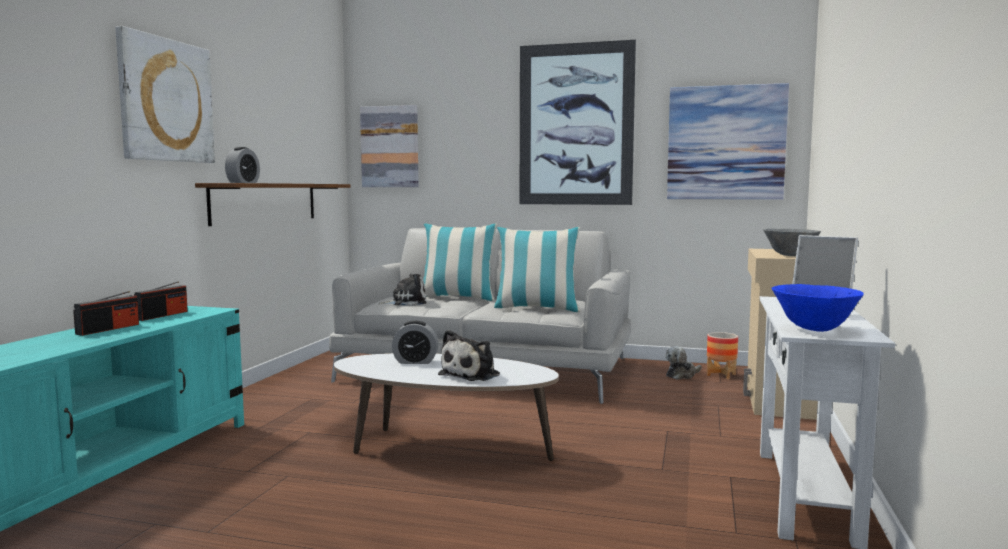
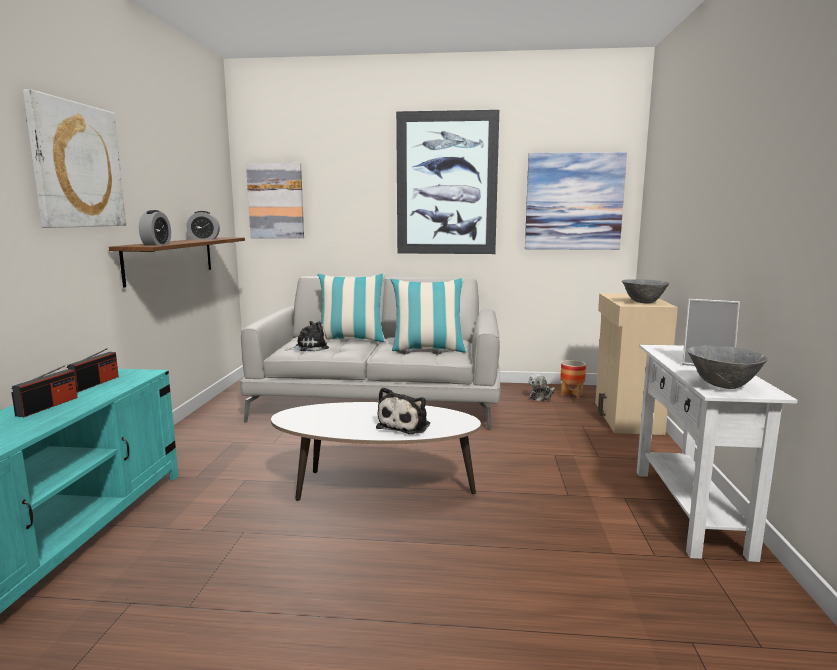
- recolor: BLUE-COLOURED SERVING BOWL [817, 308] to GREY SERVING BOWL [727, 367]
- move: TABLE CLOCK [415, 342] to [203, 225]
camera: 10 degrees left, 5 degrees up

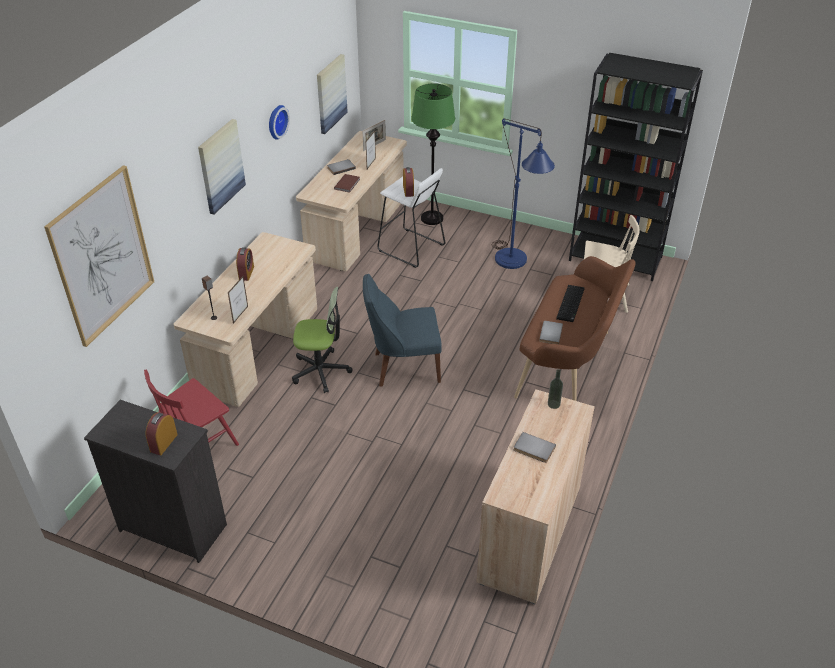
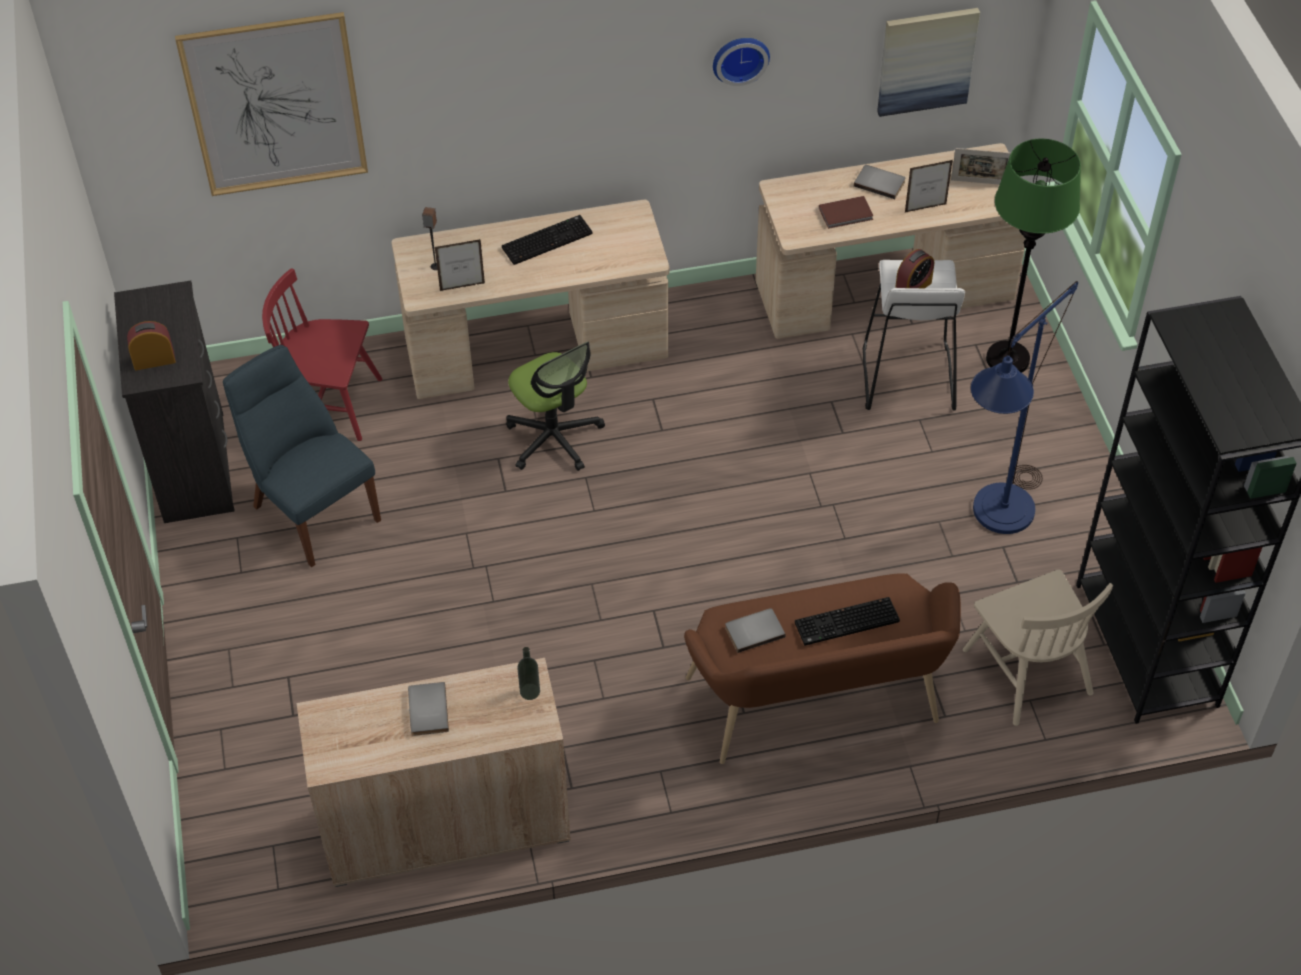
- delete: WALL PICTURE [222, 167]
- replace: TABLE CLOCK [245, 264] to KEYBOARD [547, 240]
- move: BLUE-COLOURED PLAIN CHAIR [402, 330] to [302, 456]
camera: 55 degrees right, 10 degrees up

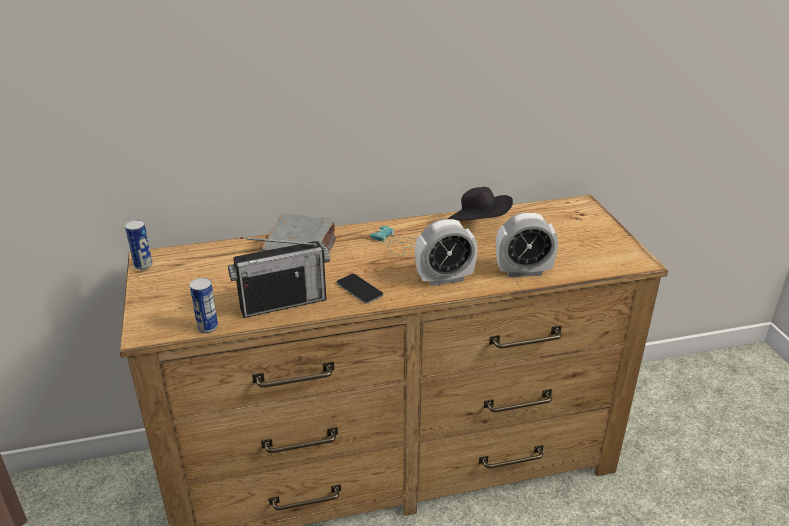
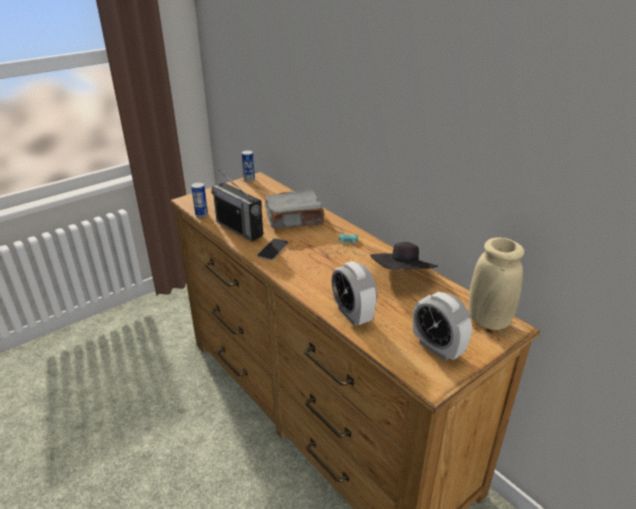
- move: TABLE CLOCK [446, 252] to [442, 326]
- insert: SAND-COLOURED FLOWER VASE [496, 283]
camera: 65 degrees right, 0 degrees up

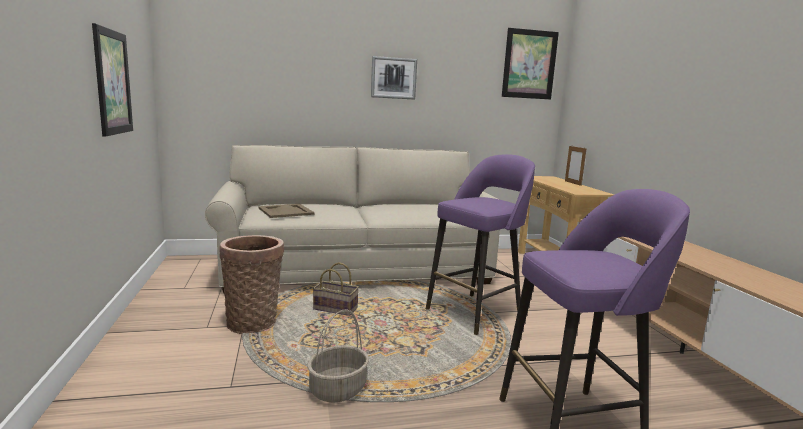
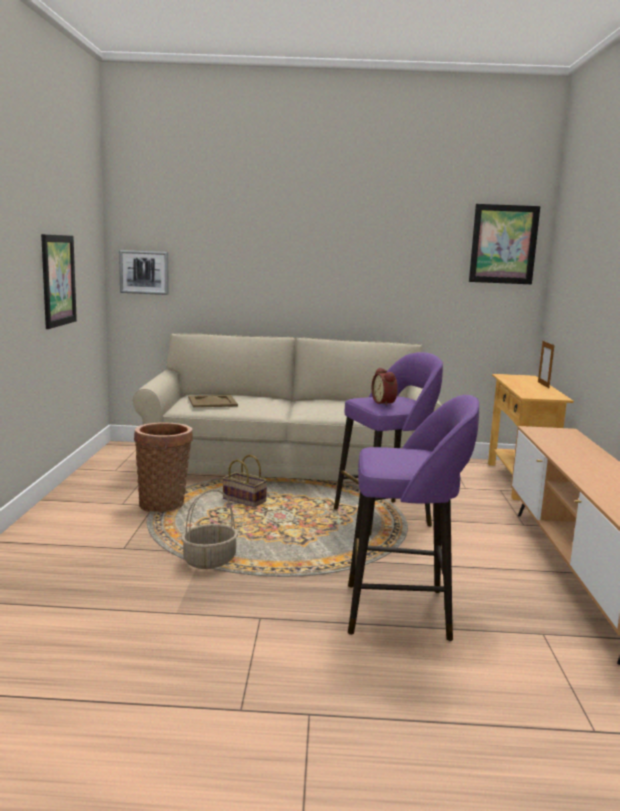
- move: WALL PICTURE [394, 78] to [144, 272]
- insert: TABLE CLOCK [385, 387]
camera: 15 degrees right, 0 degrees up

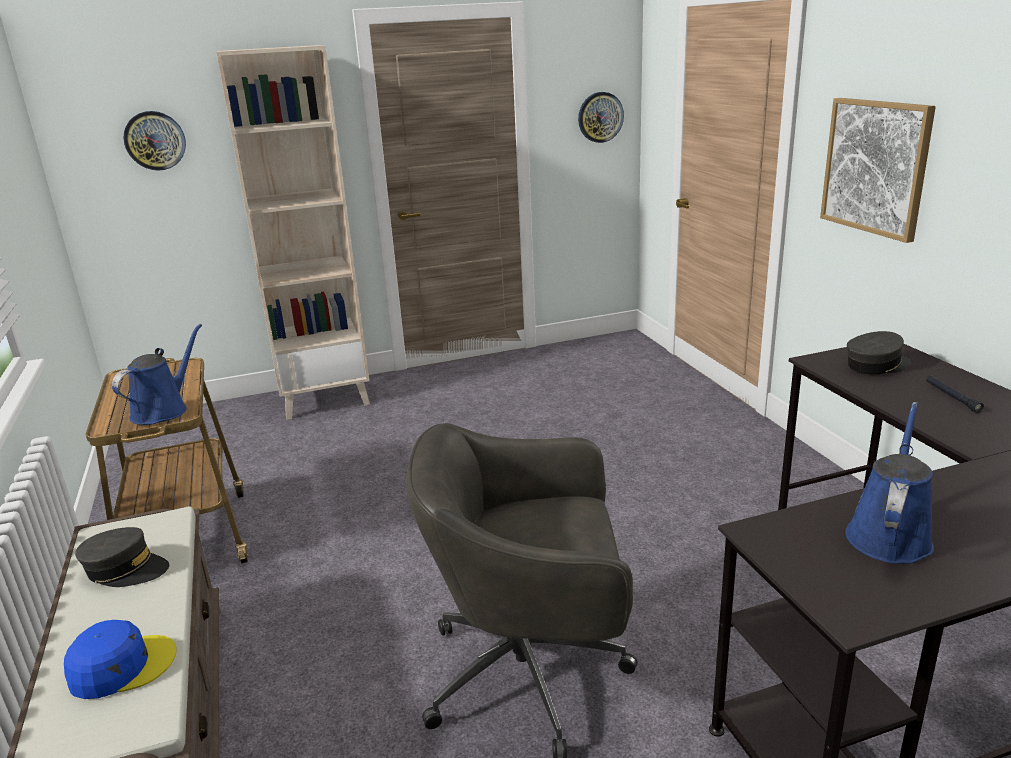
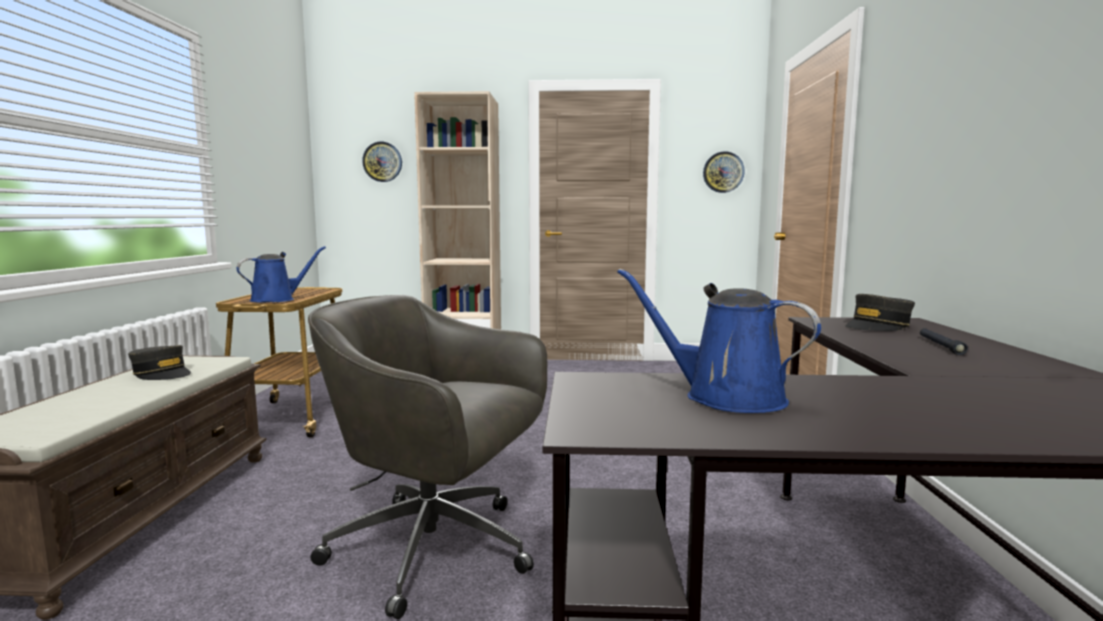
- delete: WALL PICTURE [878, 170]
- rotate: GREY BASEBALL CAP [879, 352] = [880, 312] 150 degrees clockwise
- rotate: BLUE-COLOURED SPRINKLING CAN [889, 483] = [719, 341] 105 degrees counterclockwise
- delete: BLUE-COLOURED BASEBALL CAP [120, 659]
camera: 20 degrees right, 15 degrees down

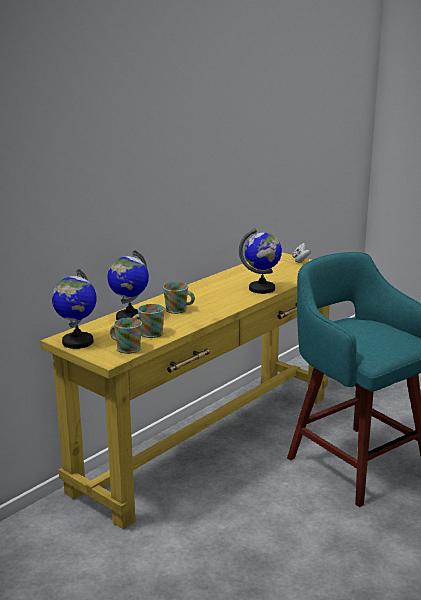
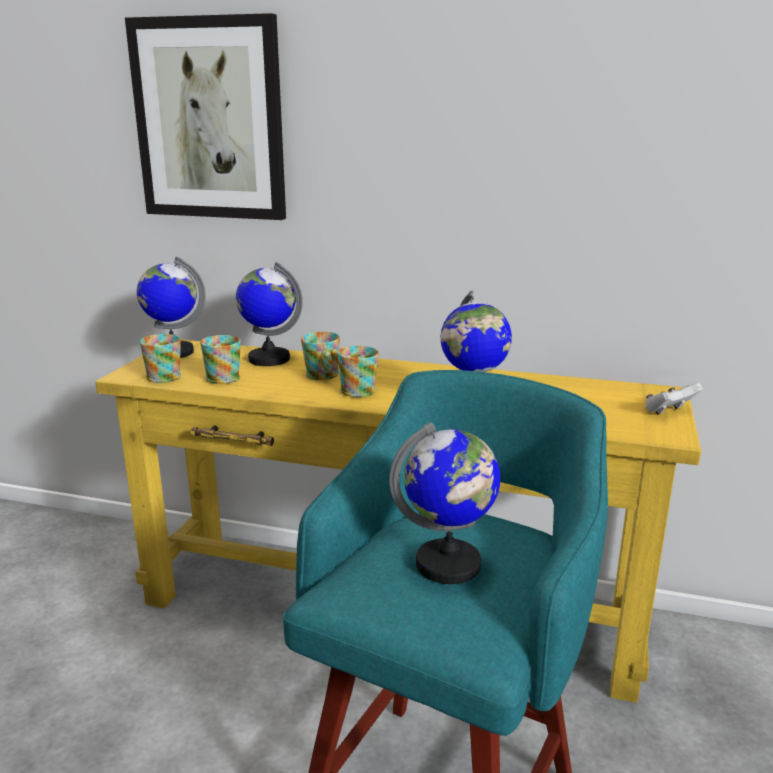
- insert: WALL PICTURE [205, 116]
- insert: TEA MUG [358, 371]
- insert: GLOBE [444, 503]
camera: 65 degrees right, 0 degrees up

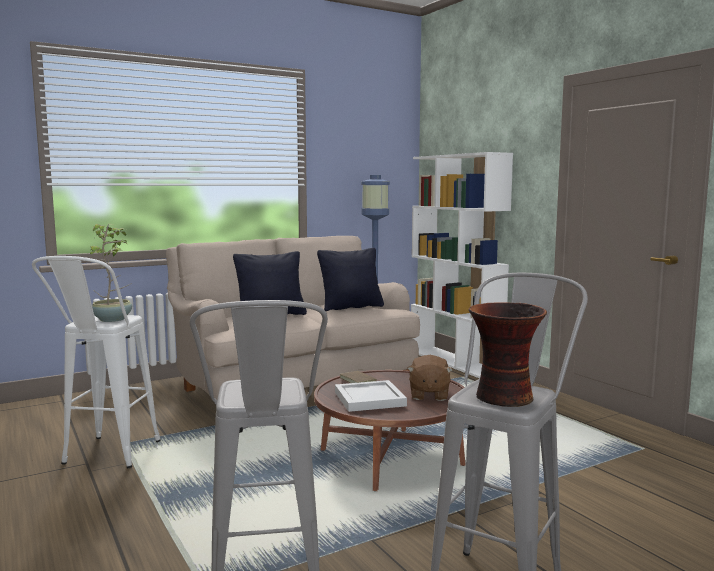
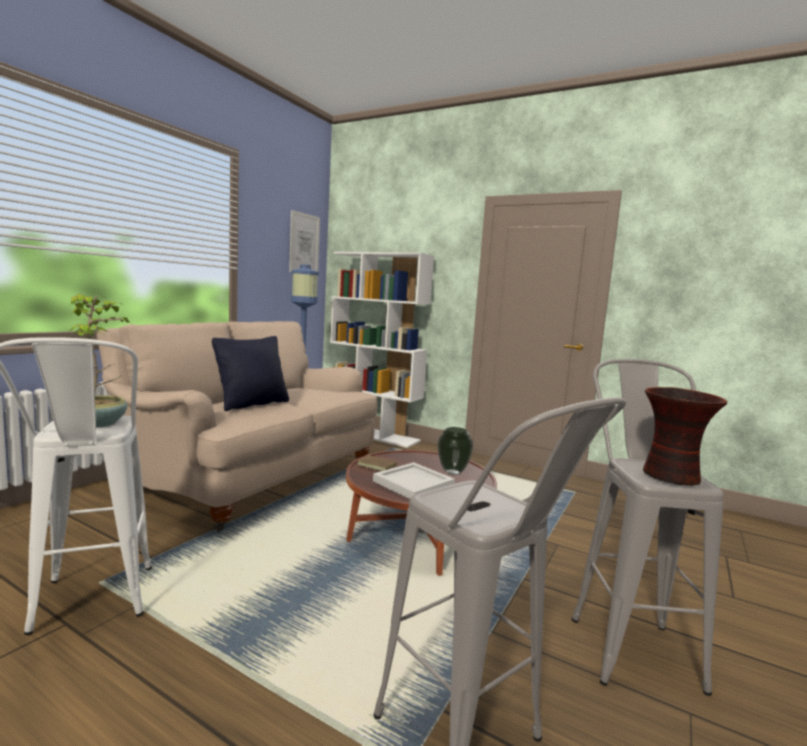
- delete: BLACK THROW PILLOW [350, 279]
- replace: BROWNISH PLUSH TOY [430, 378] to FLOWER VASE [455, 451]
- insert: WALL PICTURE [304, 241]
camera: 30 degrees left, 0 degrees up

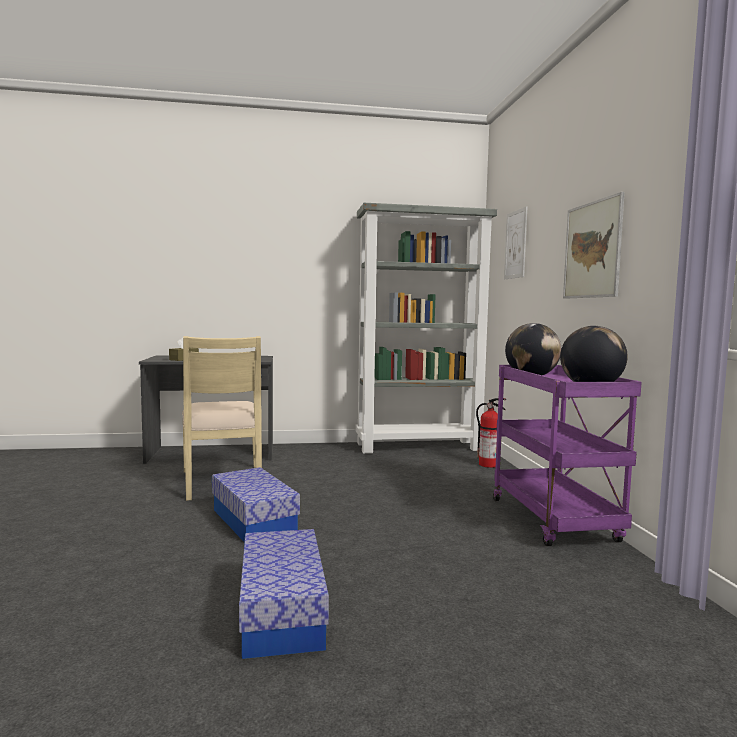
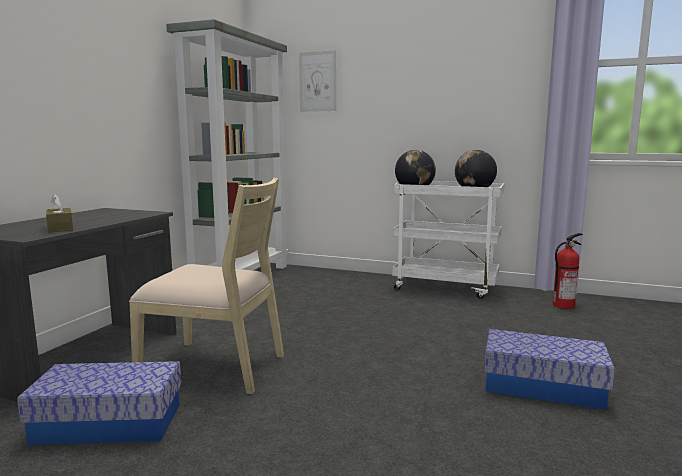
- delete: WALL PICTURE [594, 245]
- recolor: PURPLE-COLOURED CART [567, 455] to WHITE-COLOURED CART [448, 240]
- move: FIRE EXTINGUISHER [491, 433] to [568, 271]
- move: STORAGE BOX [256, 504] to [99, 403]
camera: 60 degrees left, 5 degrees up

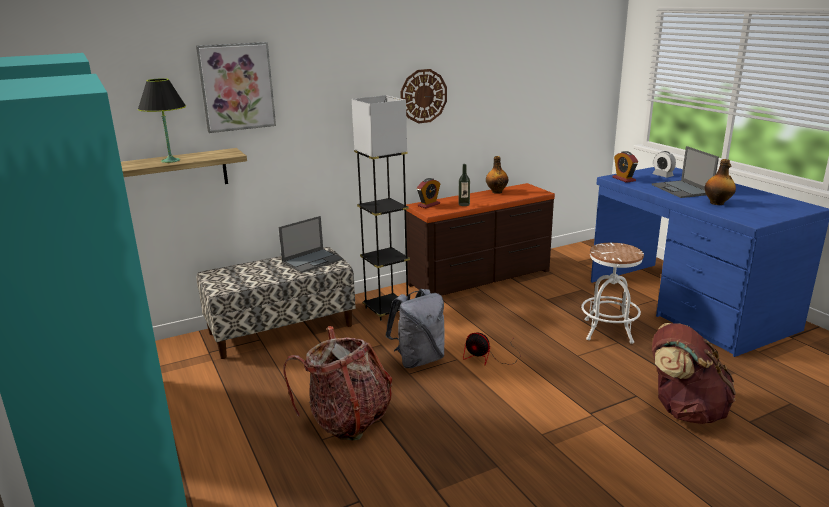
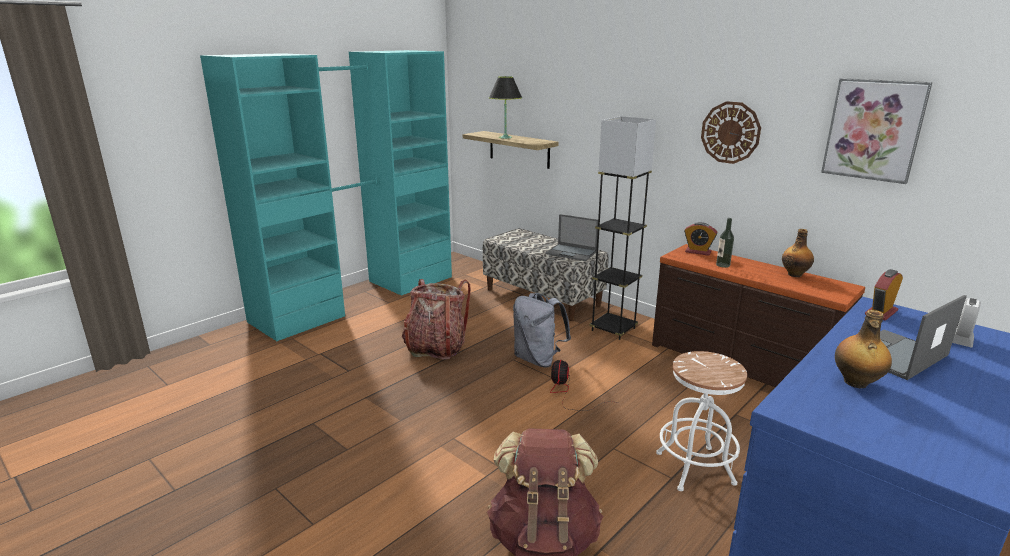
- move: WALL PICTURE [236, 87] to [876, 131]
camera: 70 degrees right, 0 degrees up

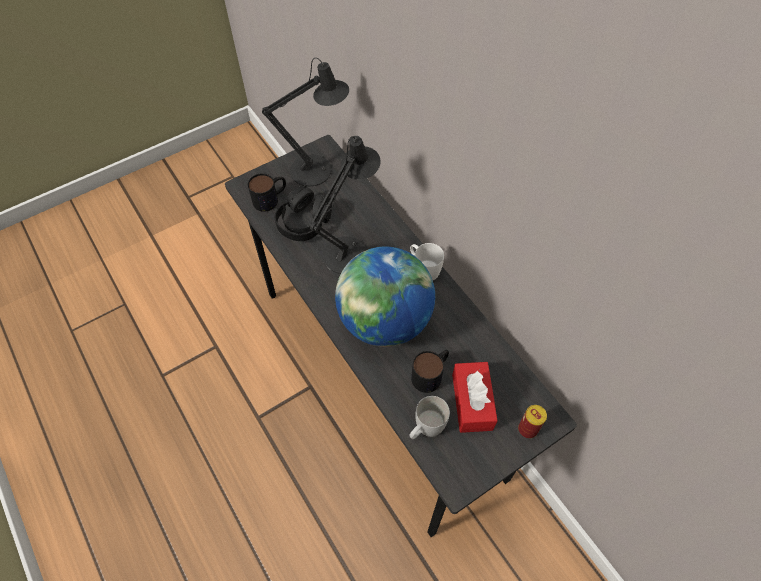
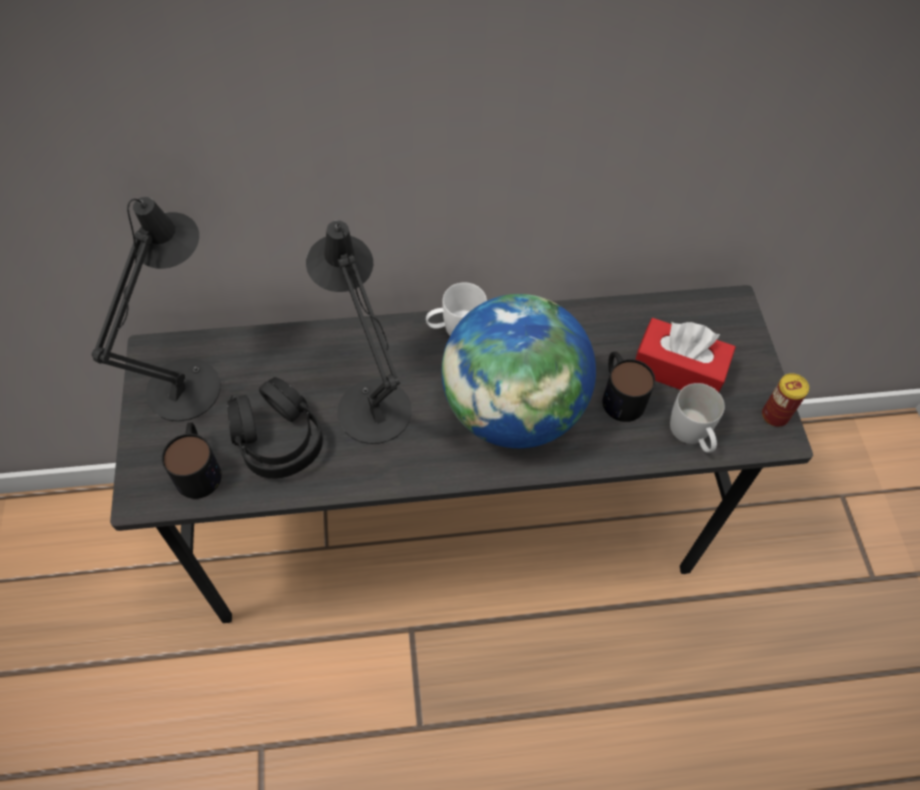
- move: CAN [532, 421] to [785, 400]
camera: 65 degrees left, 0 degrees up

